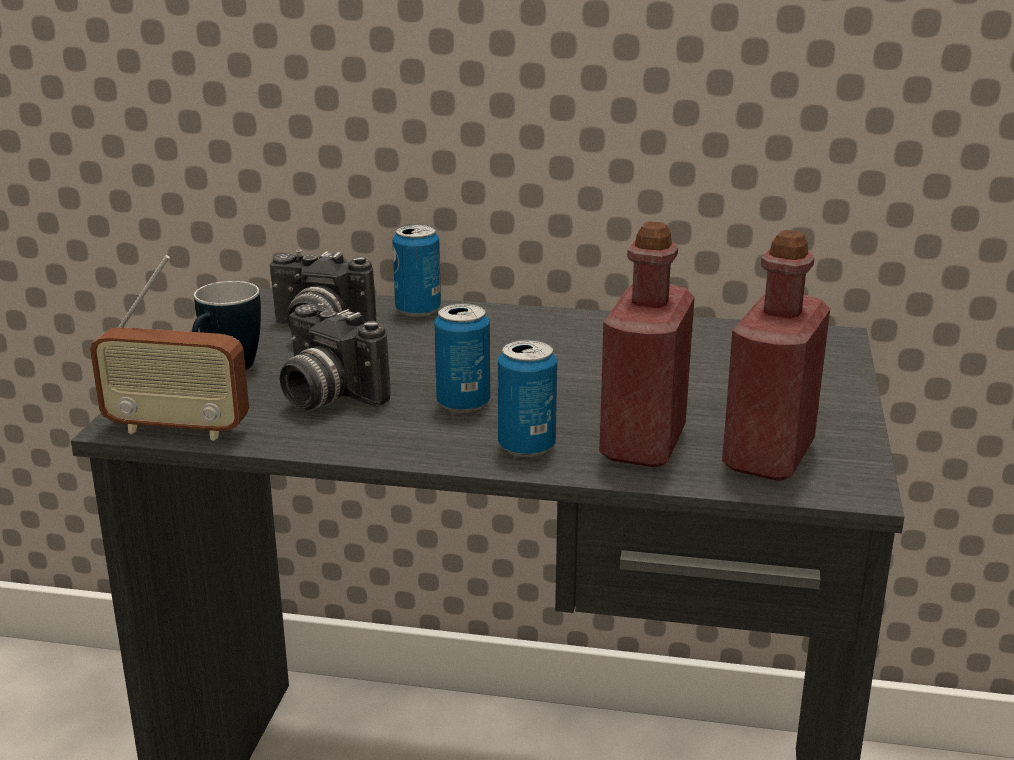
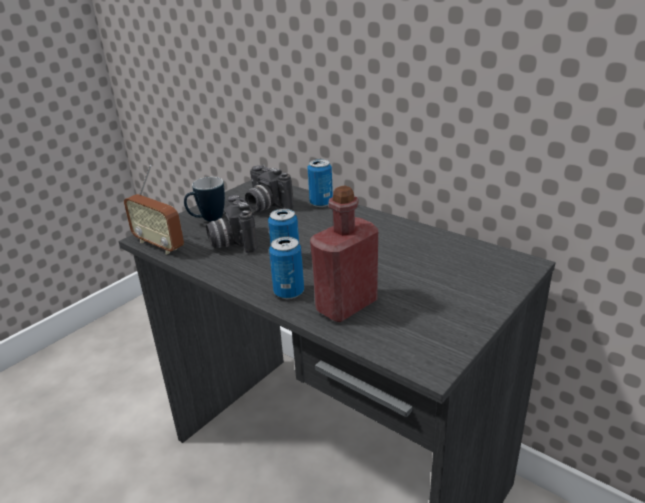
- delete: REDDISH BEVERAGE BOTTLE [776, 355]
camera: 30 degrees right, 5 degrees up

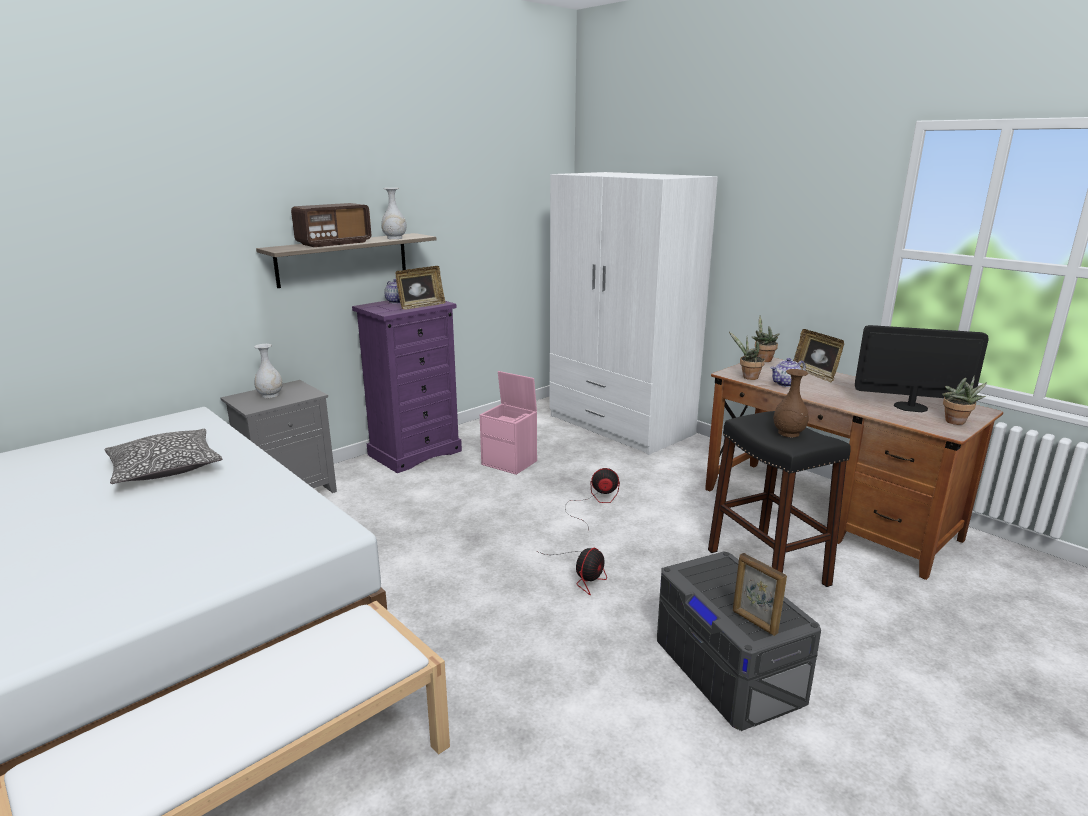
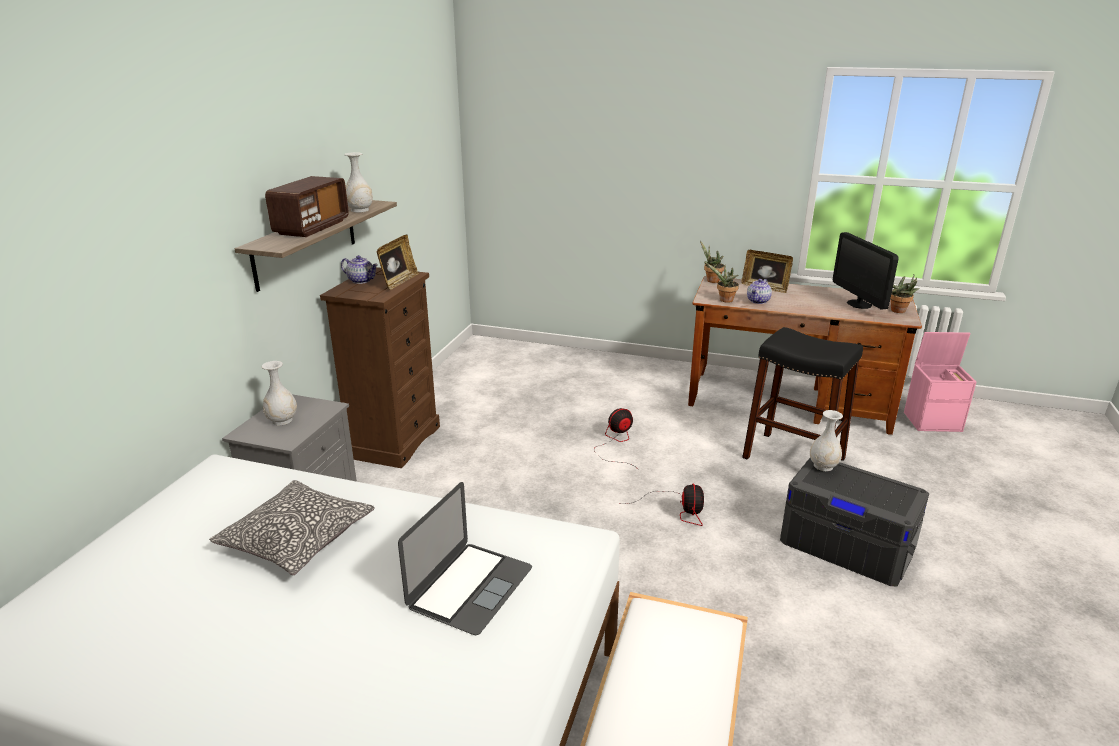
- delete: WHITE-COLOURED ARMOIRE [634, 313]
- recolor: PURPLE-COLOURED CHEST OF DRAWERS [407, 386] to BROWNISH CHEST OF DRAWERS [380, 367]
- rotate: COMPUTER SCREEN [922, 368] = [865, 270] 90 degrees counterclockwise
- delete: BROWNISH FLOWER VASE [791, 403]
- move: PINK STORAGE BOX [508, 423] to [940, 382]
- delete: PHOTO FRAME [760, 594]
- insert: WHITE-COLOURED FLOWER VASE [826, 440]
- insert: LAPTOP [465, 558]
camera: 30 degrees left, 5 degrees up

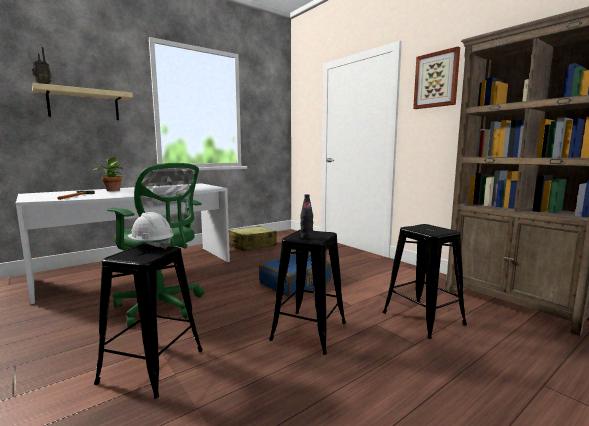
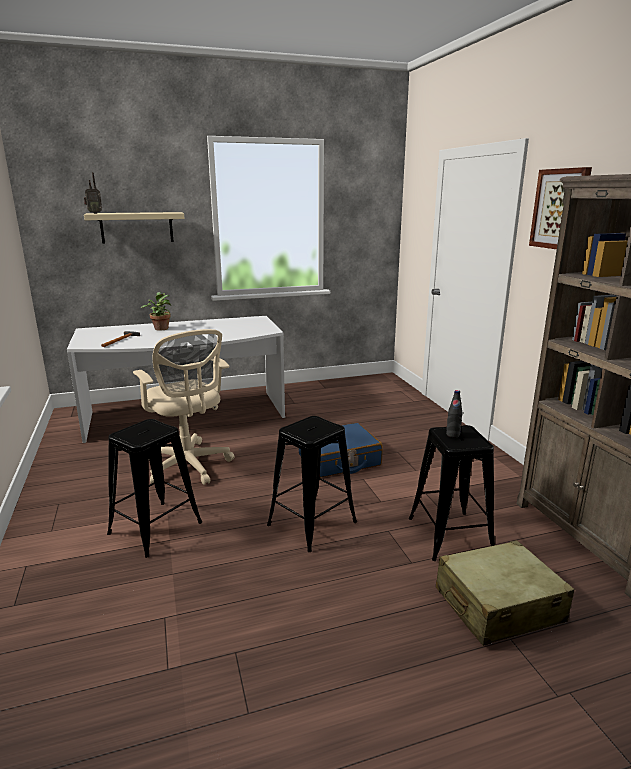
- recolor: GREEN-COLOURED OFFICE CHAIR [155, 245] to SAND-COLOURED OFFICE CHAIR [184, 407]
- move: BLACK BEVERAGE BOTTLE [306, 216] to [454, 414]
- delete: WHITE-COLOURED HARD HAT [150, 230]
- move: SAND-COLOURED PIECE OF LUGGAGE [253, 238] to [505, 593]
camera: 20 degrees right, 10 degrees up

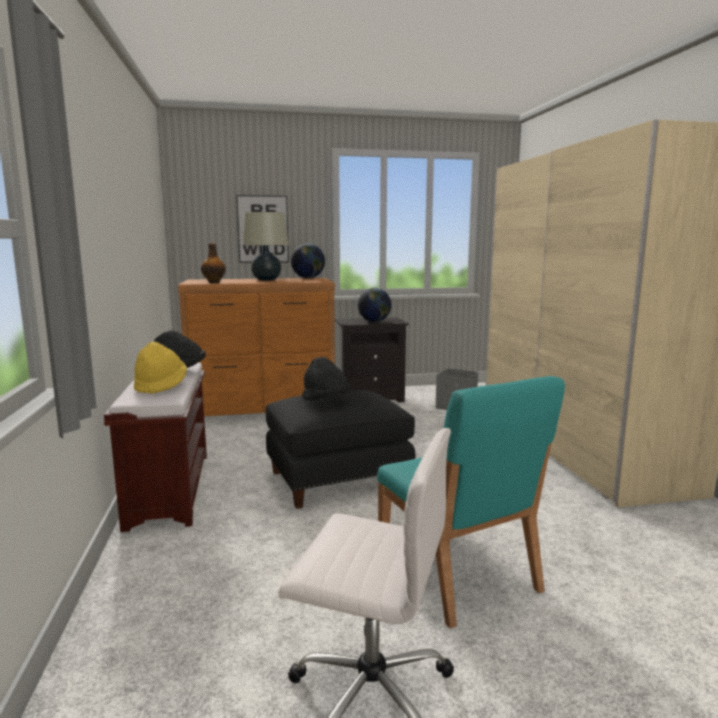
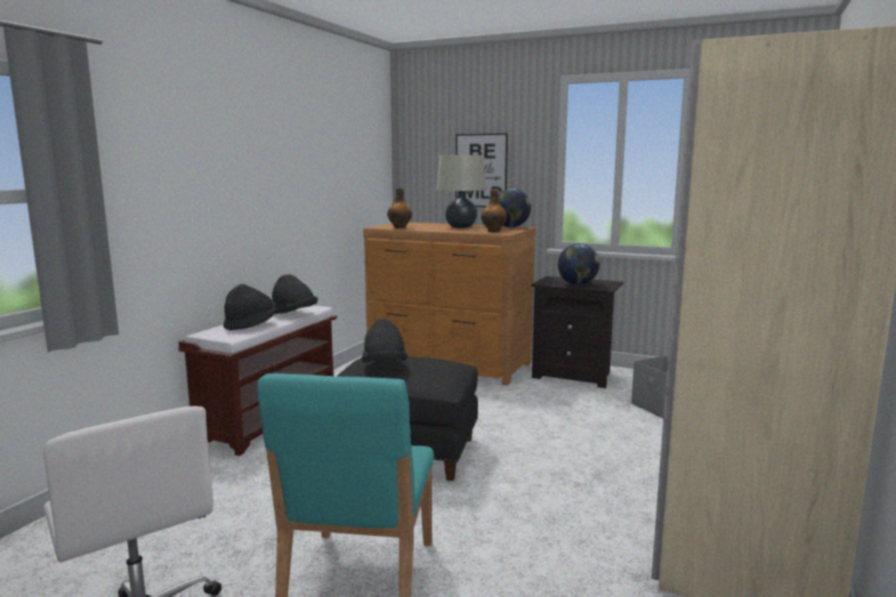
- recolor: YELLOW-COLOURED CLOTHING HAT [160, 367] to BLACK CLOTHING HAT [249, 307]
- insert: BEVERAGE BOTTLE [494, 210]
camera: 35 degrees right, 0 degrees up

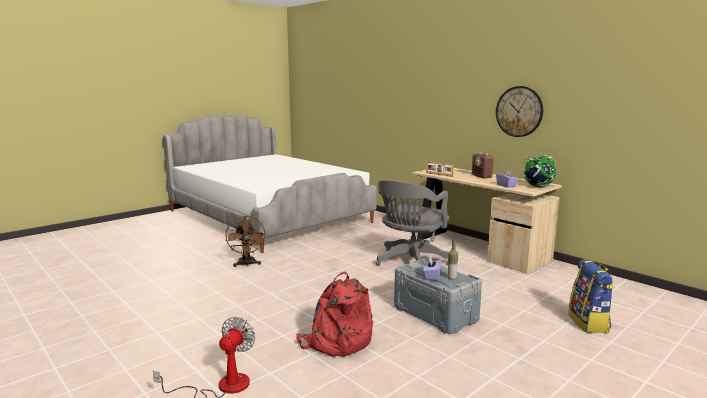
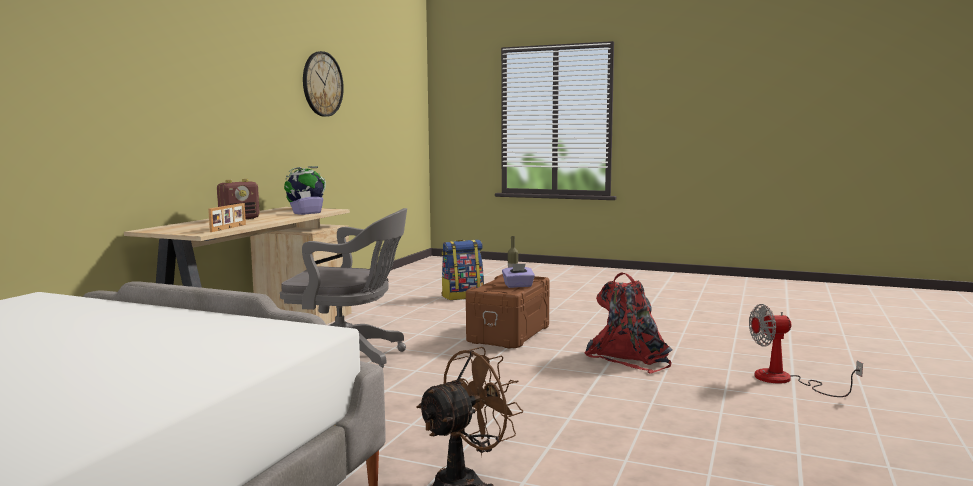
- move: WALL CLOCK [519, 111] to [323, 84]
- recolor: GREY STORAGE BOX [438, 296] to BROWNISH STORAGE BOX [507, 311]
camera: 115 degrees left, 5 degrees down

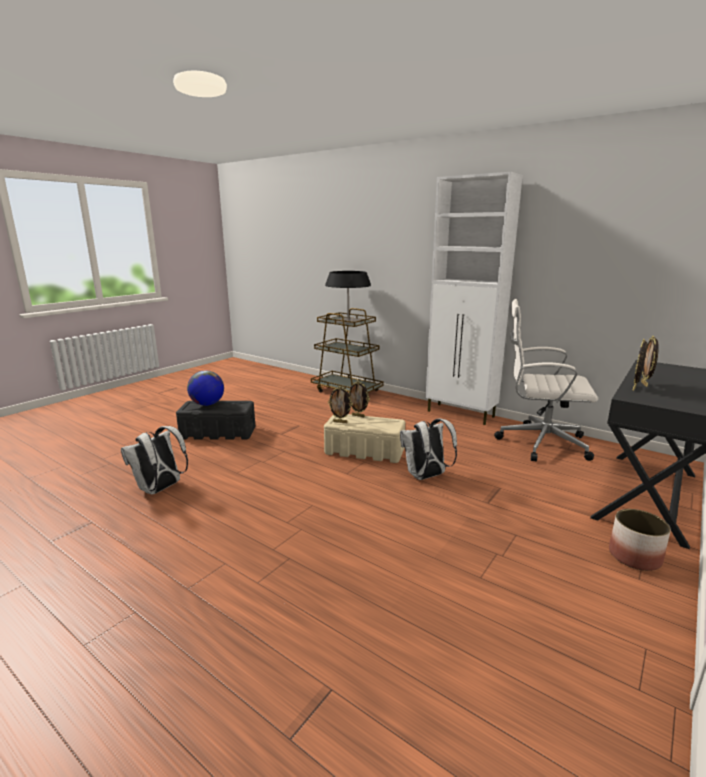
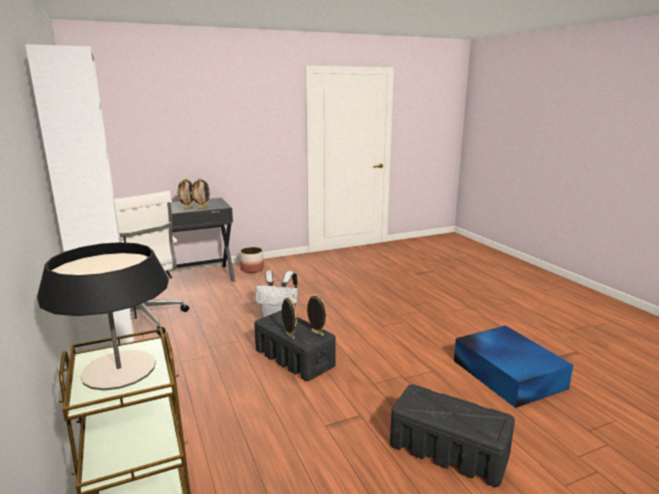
- delete: GLOBE [205, 388]
- recolor: SAND-COLOURED STORAGE BOX [364, 438] to BLACK STORAGE BOX [295, 345]
- replace: WHITE-COLOURED KNAPSACK [154, 460] to BLUE-COLOURED STORAGE BOX [513, 366]
camera: 150 degrees left, 0 degrees up

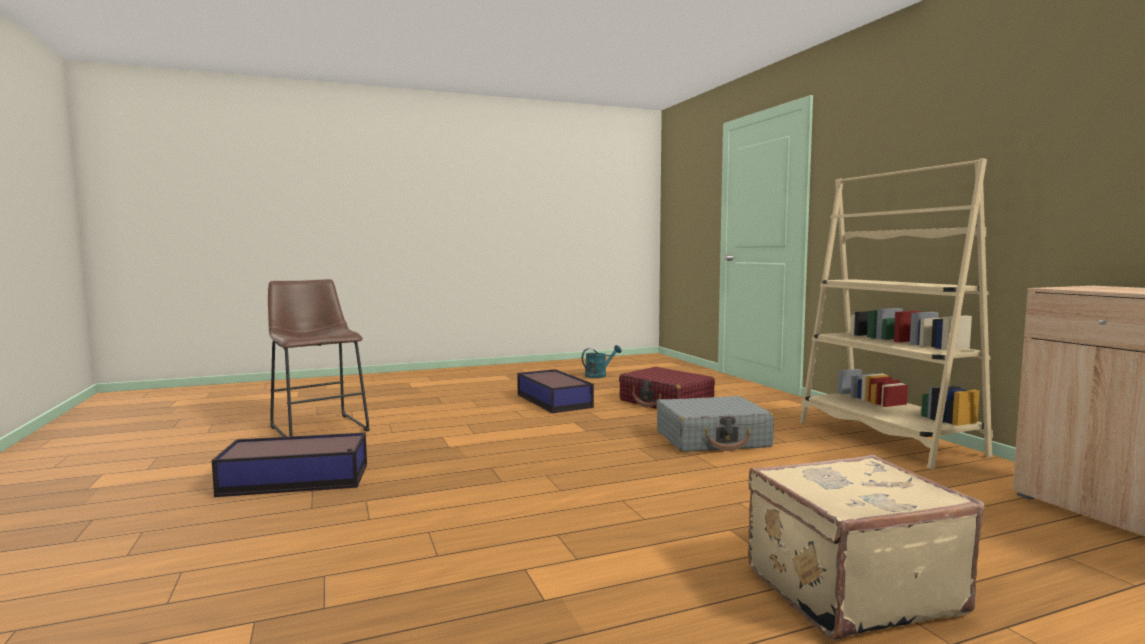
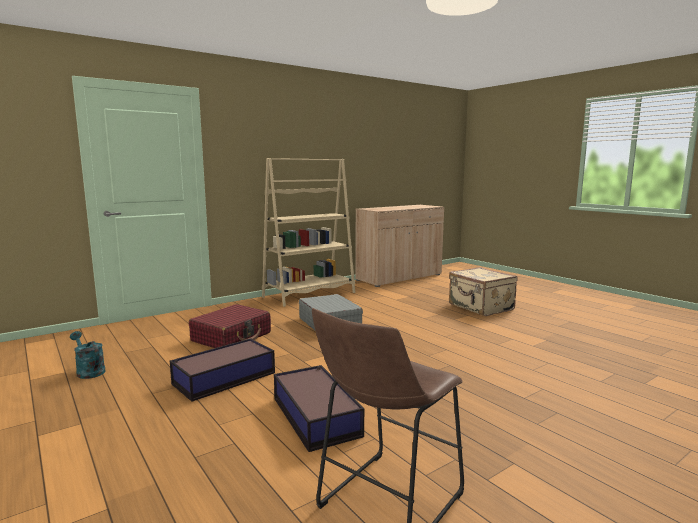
- move: STORAGE BOX [289, 465] to [319, 408]
camera: 105 degrees left, 5 degrees up

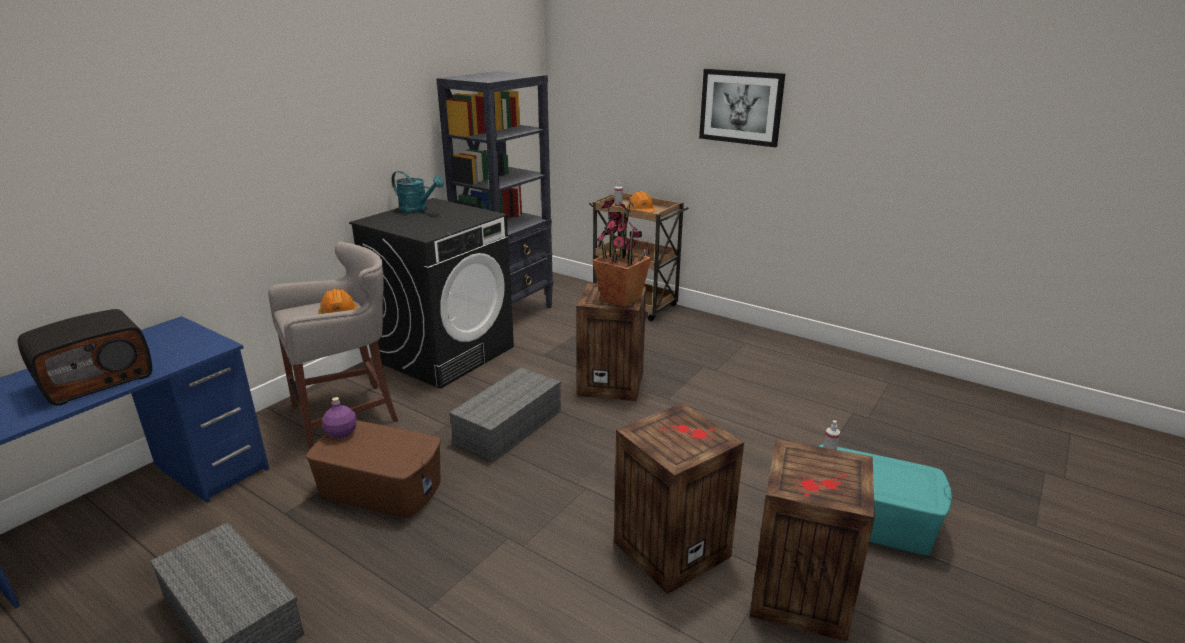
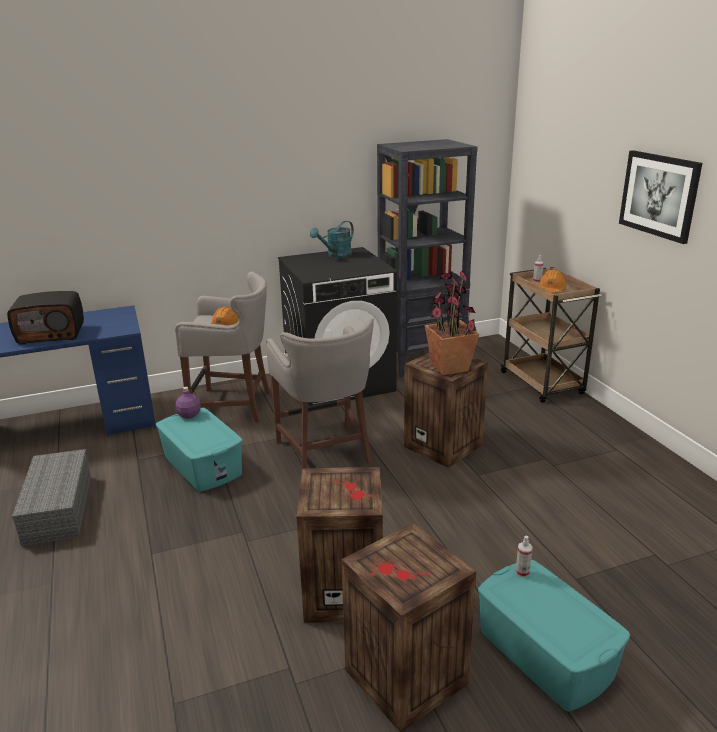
- rotate: TURQUOISE SPRINKLING CAN [418, 192] = [332, 239] 75 degrees clockwise
- replace: GREY STORAGE BOX [505, 414] to GREY STOOL SEAT [320, 393]
- recolor: BROWNISH STORAGE BOX [373, 469] to TURQUOISE STORAGE BOX [199, 450]
camera: 35 degrees right, 0 degrees up

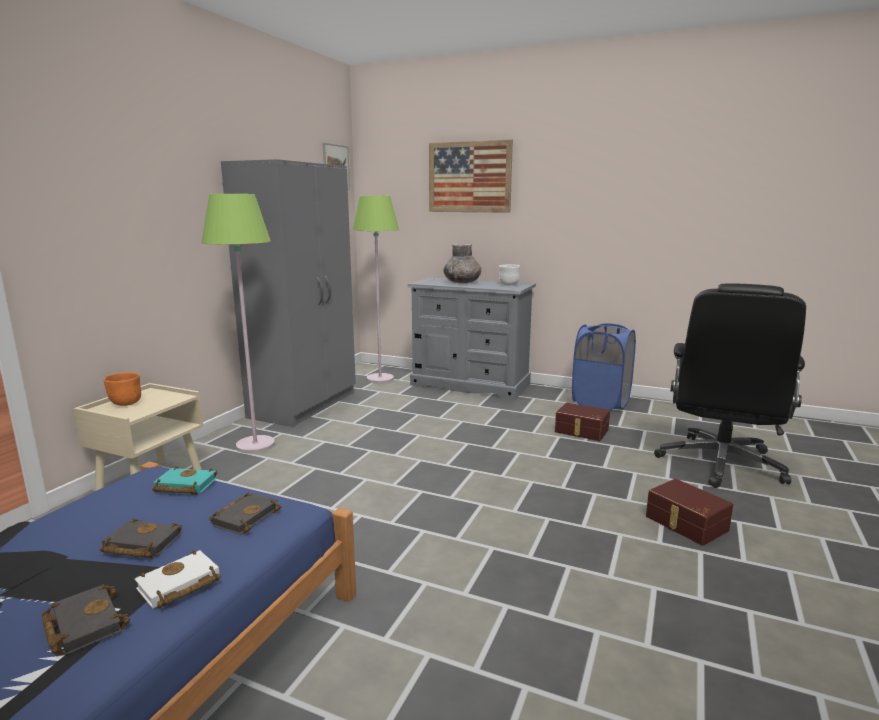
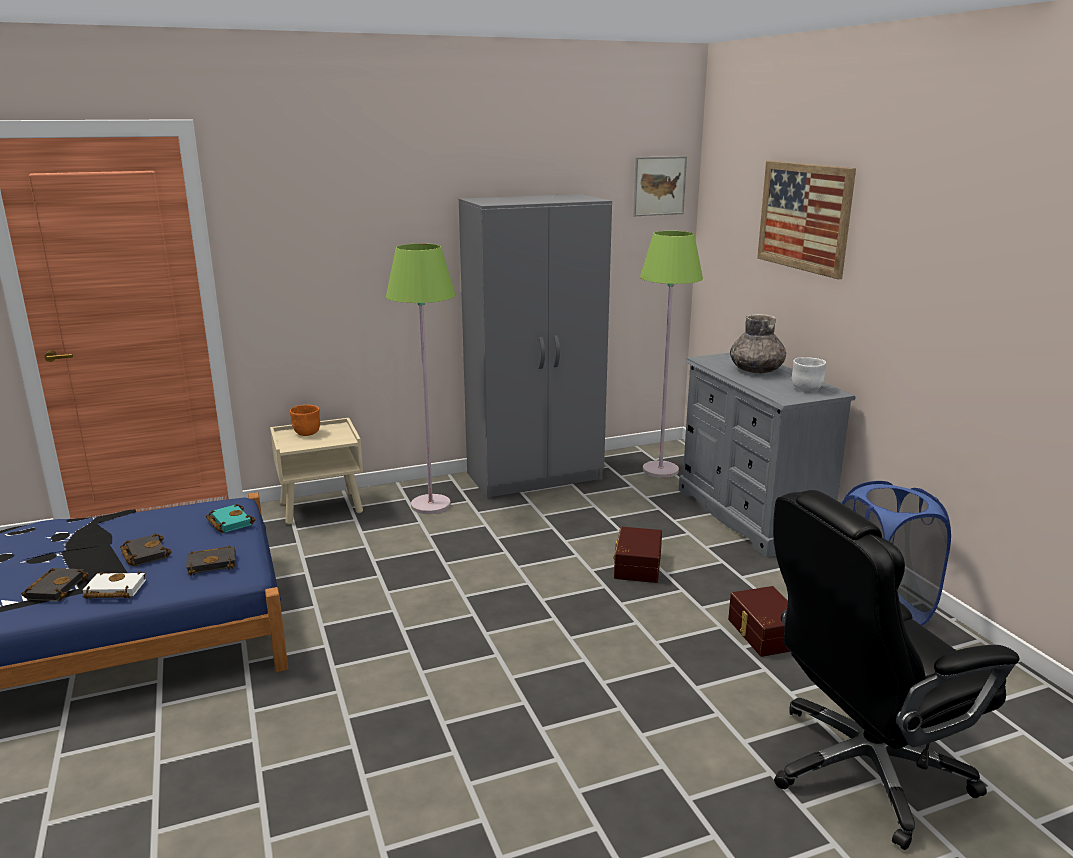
- move: BROWNISH STORAGE BOX [689, 512] to [637, 555]
camera: 45 degrees right, 5 degrees up

